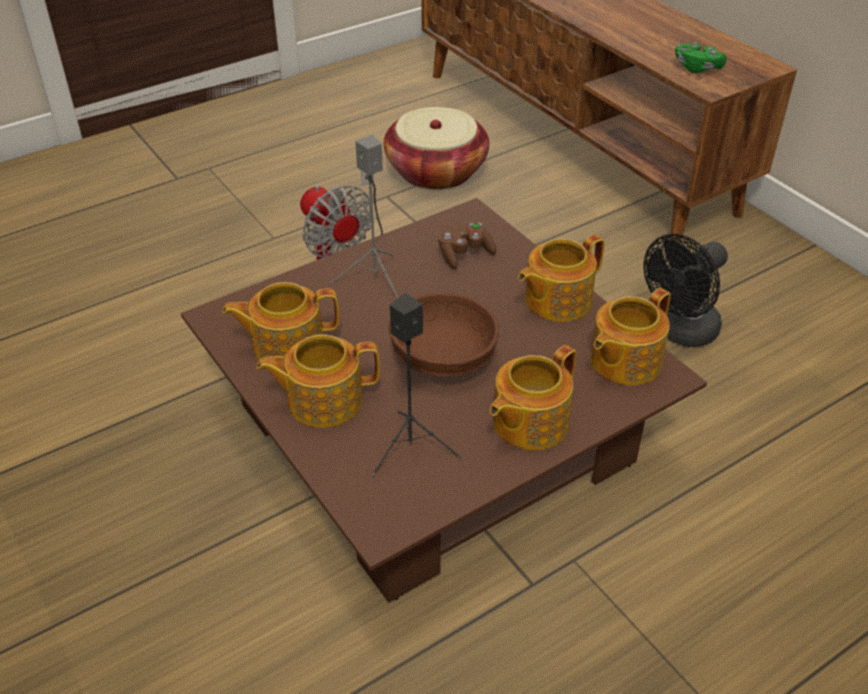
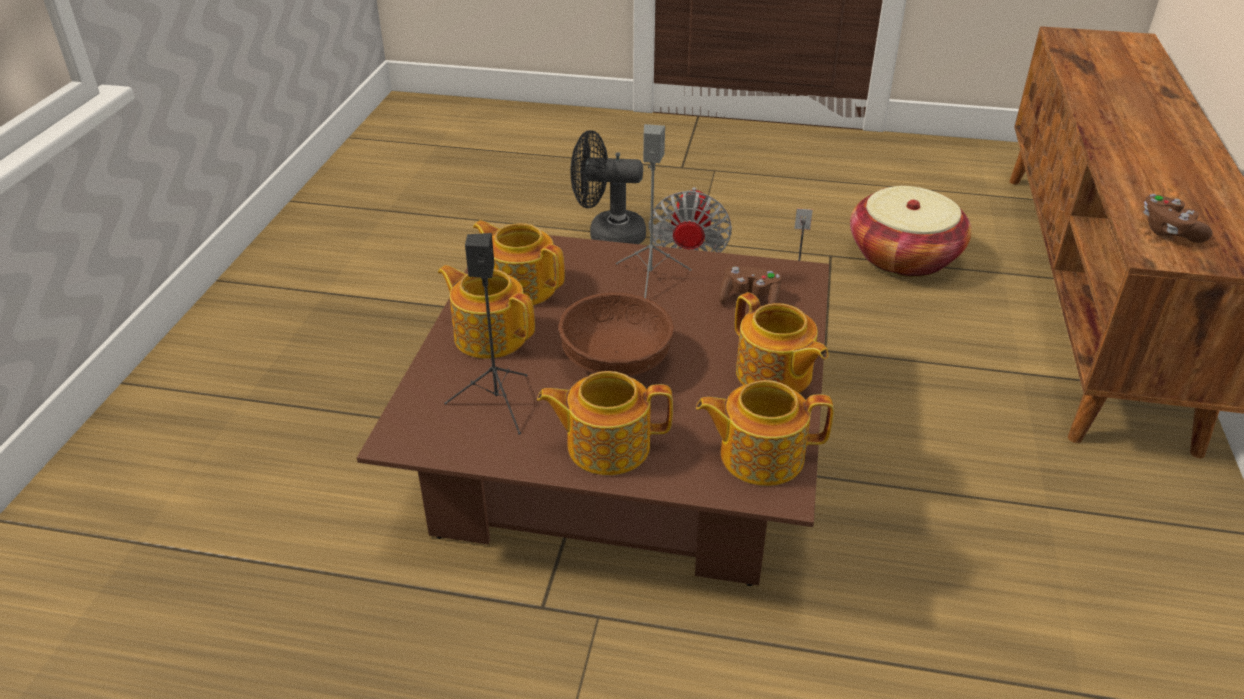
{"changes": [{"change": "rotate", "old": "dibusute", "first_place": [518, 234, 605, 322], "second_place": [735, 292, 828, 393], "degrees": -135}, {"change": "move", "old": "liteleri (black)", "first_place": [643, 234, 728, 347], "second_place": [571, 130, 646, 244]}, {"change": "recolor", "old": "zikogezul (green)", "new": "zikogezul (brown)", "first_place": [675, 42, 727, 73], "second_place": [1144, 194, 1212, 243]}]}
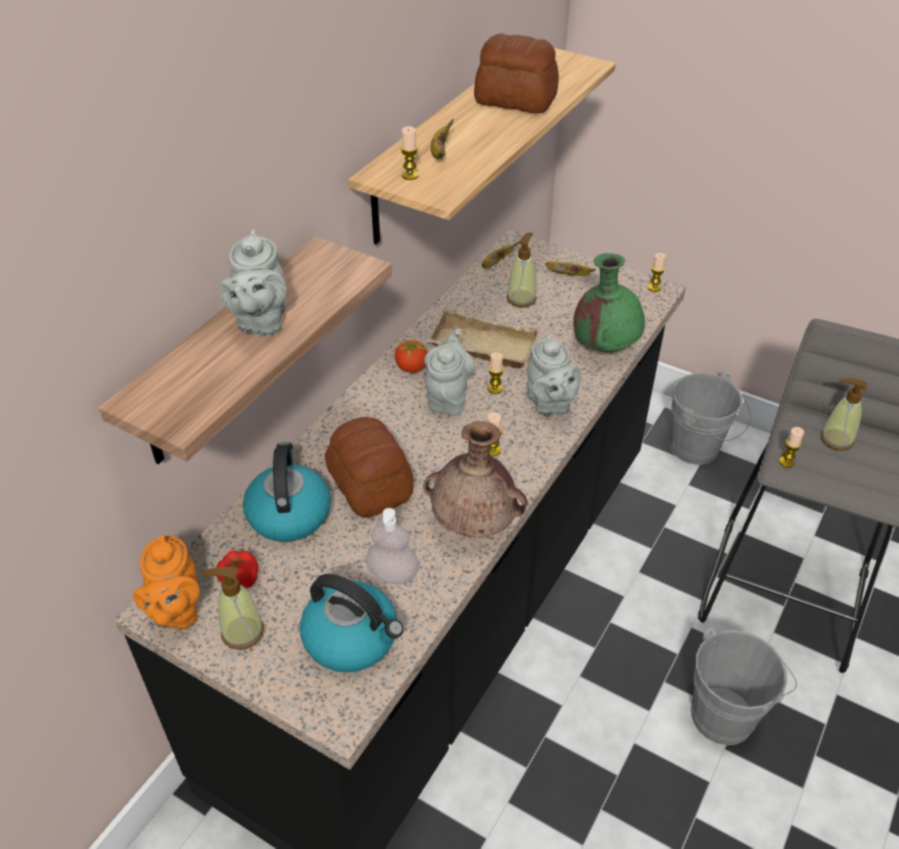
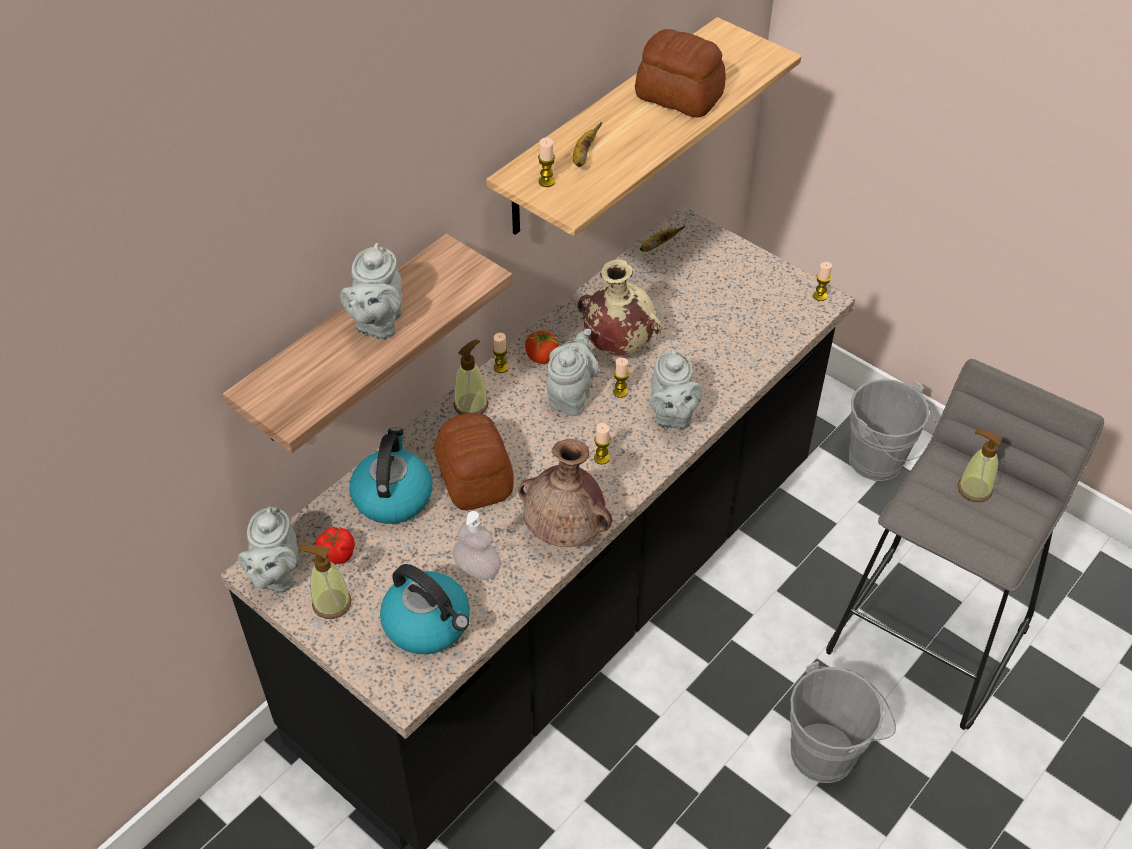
{"changes": [{"change": "recolor", "old": "dibusute (orange)", "new": "dibusute (grey)", "first_place": [133, 534, 200, 630], "second_place": [238, 506, 299, 594]}, {"change": "replace", "old": "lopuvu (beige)", "new": "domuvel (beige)", "first_place": [425, 309, 541, 368], "second_place": [578, 259, 662, 355]}, {"change": "move", "old": "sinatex", "first_place": [507, 232, 537, 307], "second_place": [454, 339, 488, 415]}, {"change": "delete", "old": "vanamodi", "first_place": [545, 261, 596, 276]}, {"change": "delete", "old": "domuvel (green)", "first_place": [574, 253, 645, 352]}, {"change": "move", "old": "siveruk", "first_place": [779, 427, 804, 468], "second_place": [492, 333, 508, 373]}]}
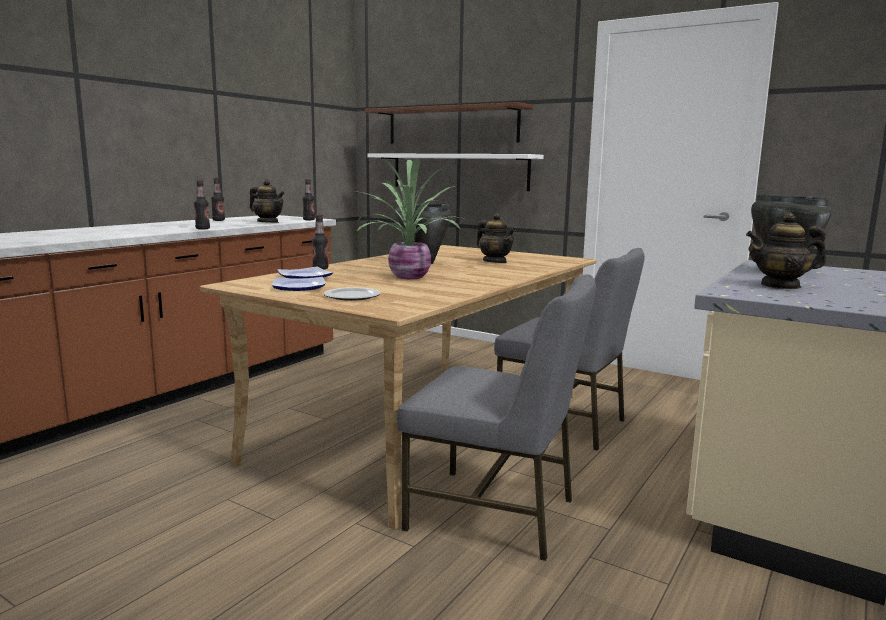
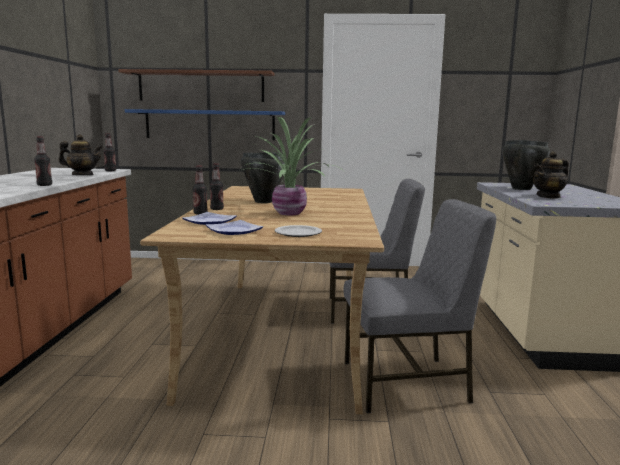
{"changes": [{"change": "move", "old": "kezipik", "first_place": [211, 178, 225, 221], "second_place": [210, 163, 224, 210]}, {"change": "recolor", "old": "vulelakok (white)", "new": "vulelakok (blue)", "first_place": [367, 153, 544, 191], "second_place": [125, 109, 285, 140]}, {"change": "delete", "old": "dibusute", "first_place": [476, 213, 516, 263]}]}
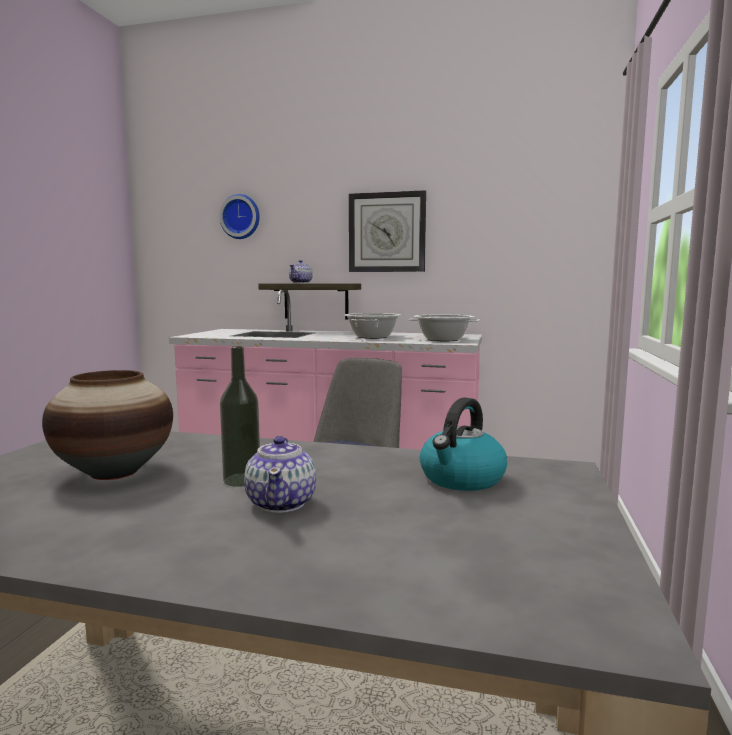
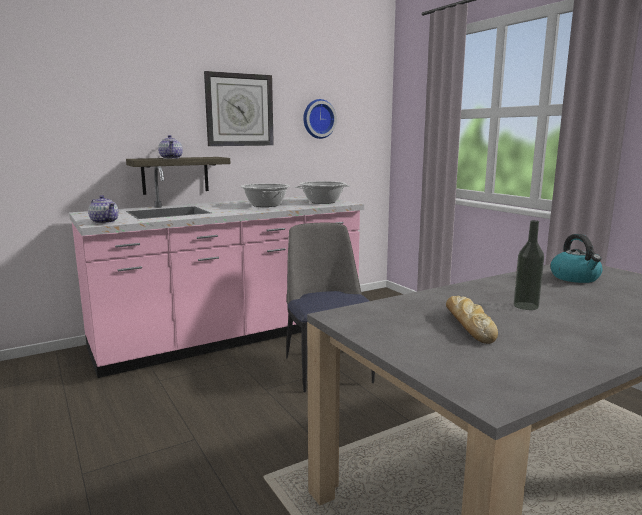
{"changes": [{"change": "replace", "old": "domuvel", "new": "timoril", "first_place": [42, 370, 173, 480], "second_place": [446, 296, 498, 344]}, {"change": "move", "old": "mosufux", "first_place": [219, 194, 260, 239], "second_place": [303, 99, 337, 139]}, {"change": "move", "old": "dibusute", "first_place": [244, 436, 316, 513], "second_place": [88, 195, 119, 224]}]}
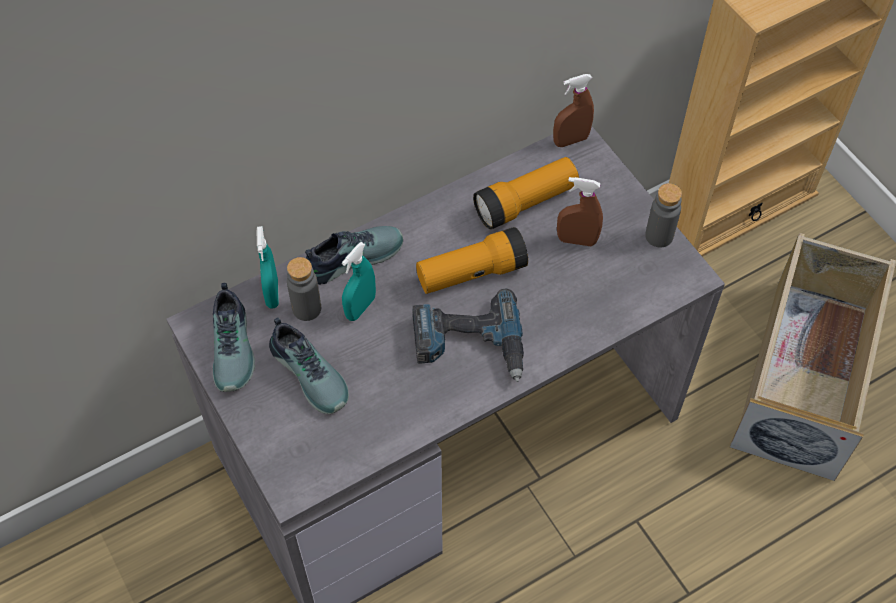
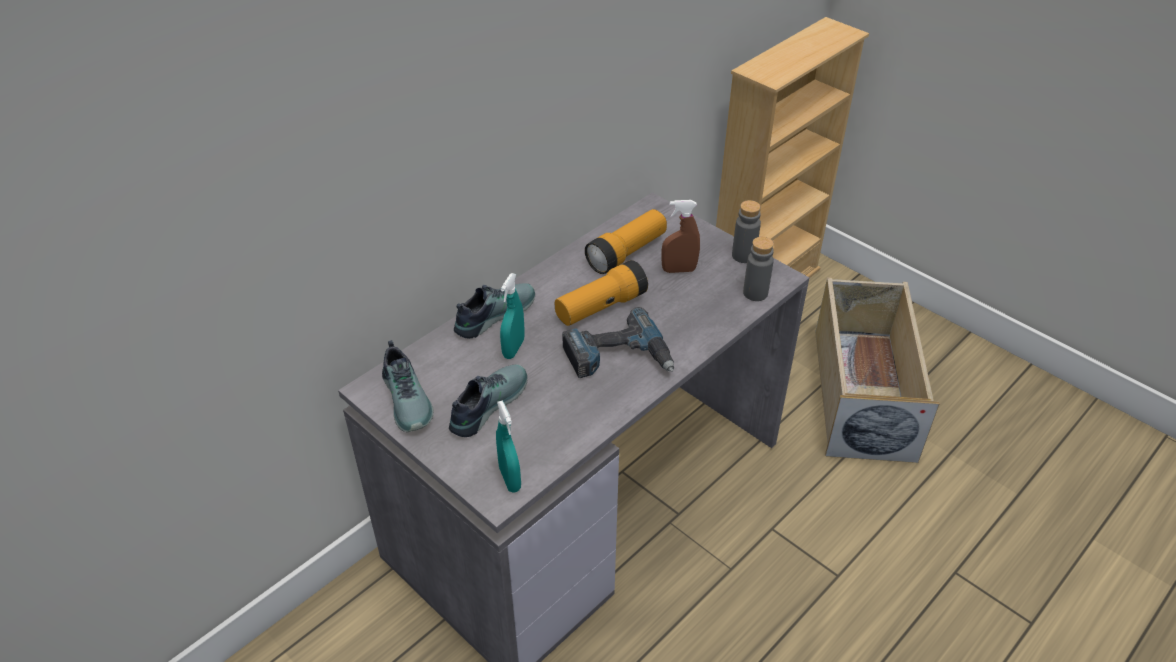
{"changes": [{"change": "move", "old": "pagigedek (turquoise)", "first_place": [257, 226, 279, 309], "second_place": [496, 400, 521, 493]}, {"change": "rotate", "old": "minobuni", "first_place": [269, 317, 349, 414], "second_place": [449, 364, 528, 437], "degrees": -90}, {"change": "move", "old": "kezipik (grey)", "first_place": [287, 257, 321, 321], "second_place": [743, 237, 774, 301]}, {"change": "delete", "old": "pagigedek (brown)", "first_place": [553, 74, 594, 147]}]}
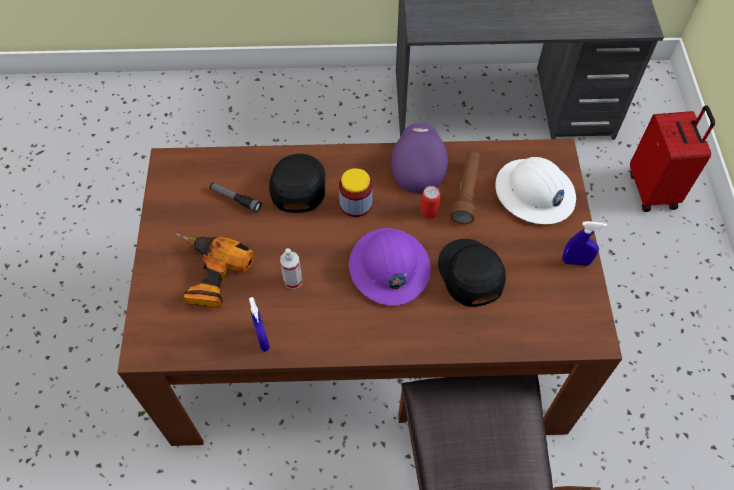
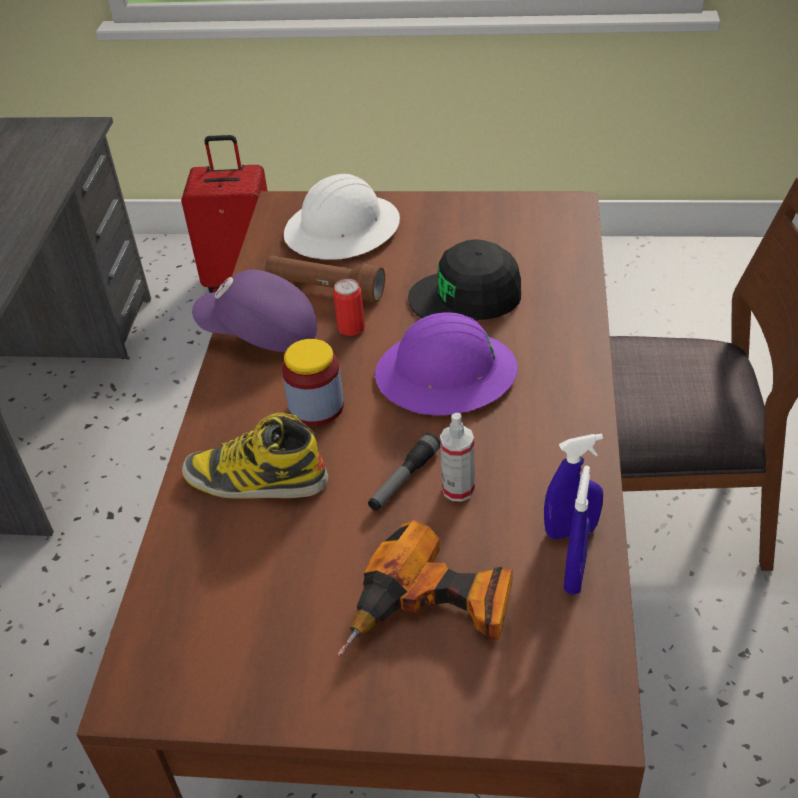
{"changes": [{"change": "move", "old": "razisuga", "first_place": [210, 182, 262, 213], "second_place": [368, 433, 440, 511]}, {"change": "replace", "old": "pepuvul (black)", "new": "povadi", "first_place": [269, 154, 325, 213], "second_place": [182, 413, 329, 499]}, {"change": "move", "old": "pagigedek (blue)", "first_place": [562, 221, 607, 266], "second_place": [564, 466, 590, 595]}]}
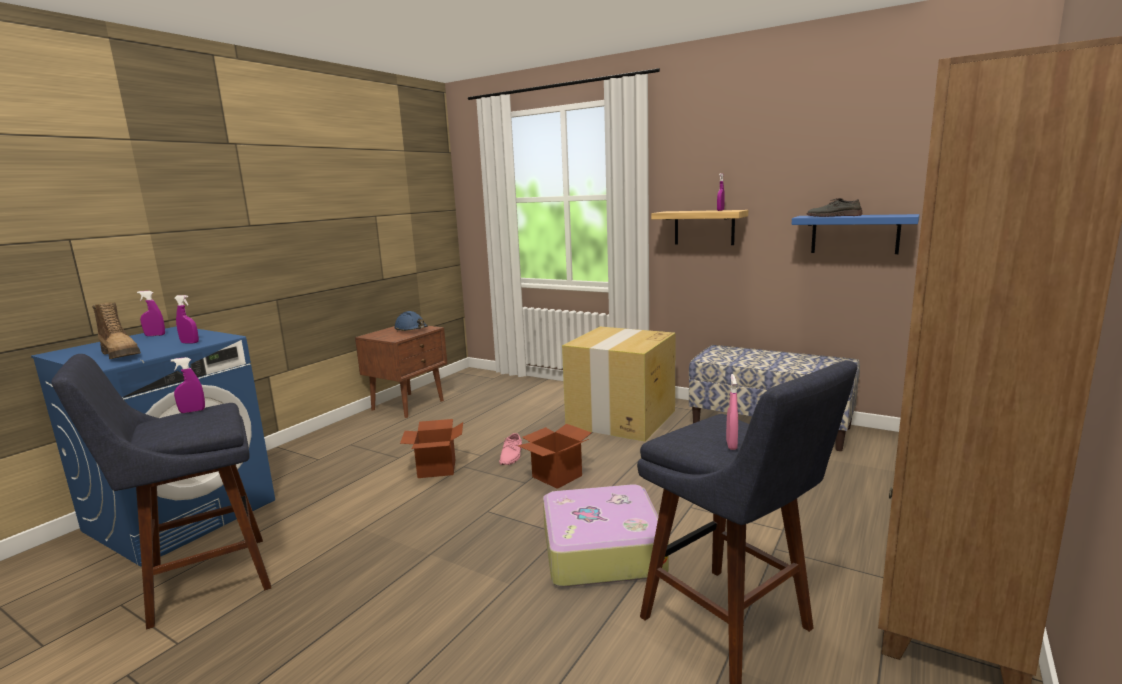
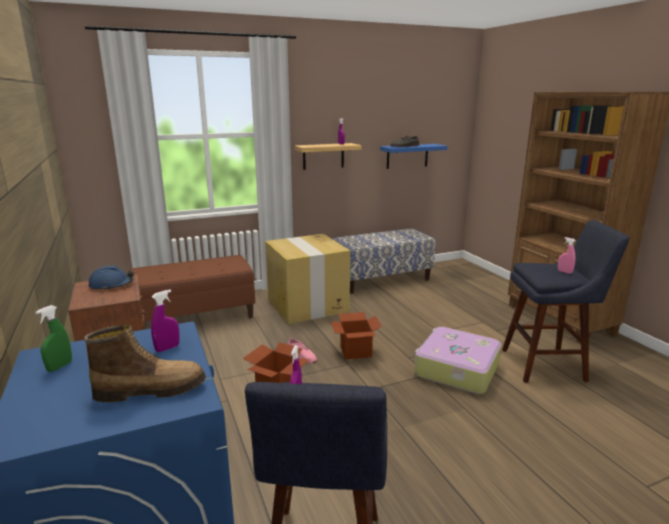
{"changes": [{"change": "recolor", "old": "pagigedek (purple)", "new": "pagigedek (green)", "first_place": [137, 291, 165, 336], "second_place": [36, 305, 72, 372]}, {"change": "insert", "new": "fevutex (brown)", "second_place": [131, 255, 255, 329]}]}
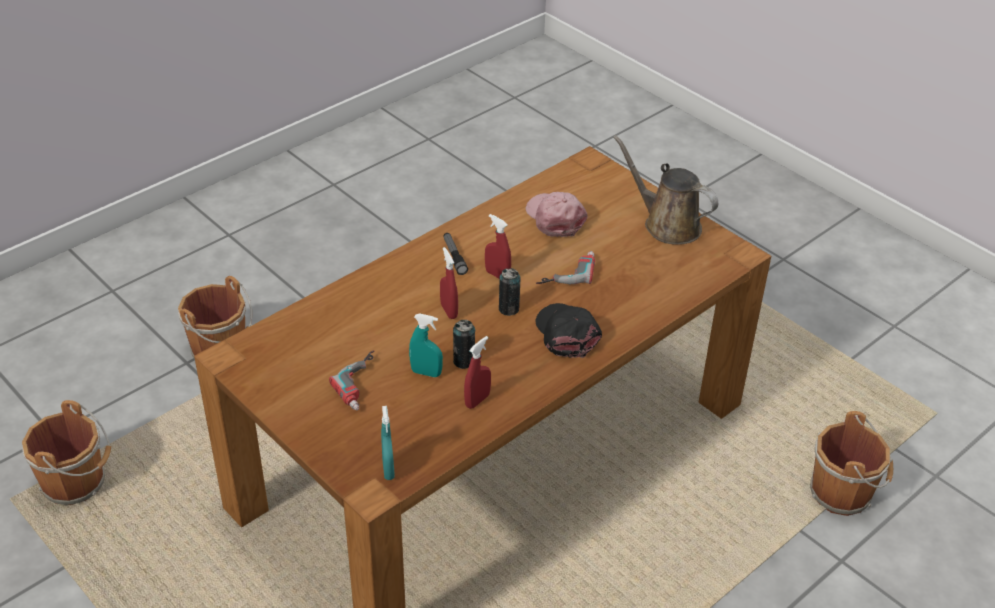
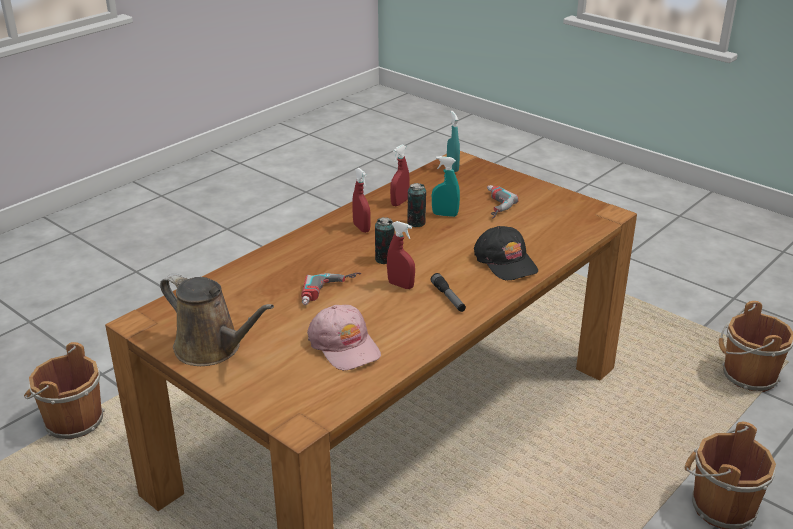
{"changes": [{"change": "move", "old": "pagigedek (red)", "first_place": [440, 247, 458, 319], "second_place": [352, 168, 371, 233]}, {"change": "move", "old": "pepuvul (black)", "first_place": [536, 303, 602, 358], "second_place": [474, 226, 538, 280]}]}
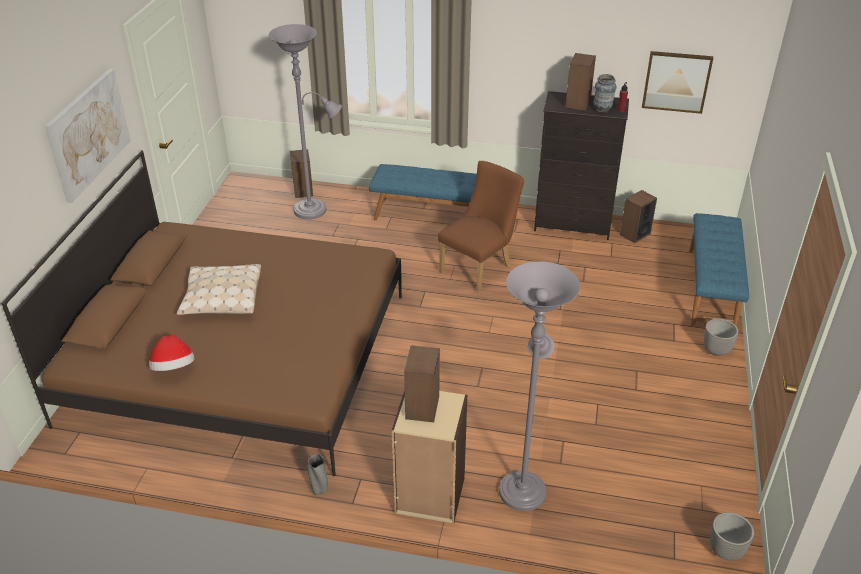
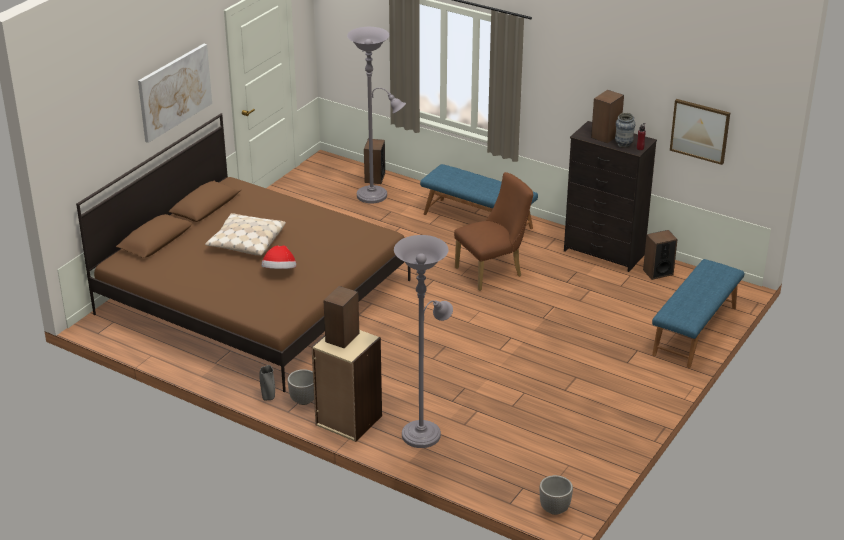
{"changes": [{"change": "move", "old": "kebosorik", "first_place": [149, 334, 195, 371], "second_place": [261, 245, 296, 269]}, {"change": "move", "old": "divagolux", "first_place": [703, 319, 738, 356], "second_place": [288, 369, 314, 405]}]}
